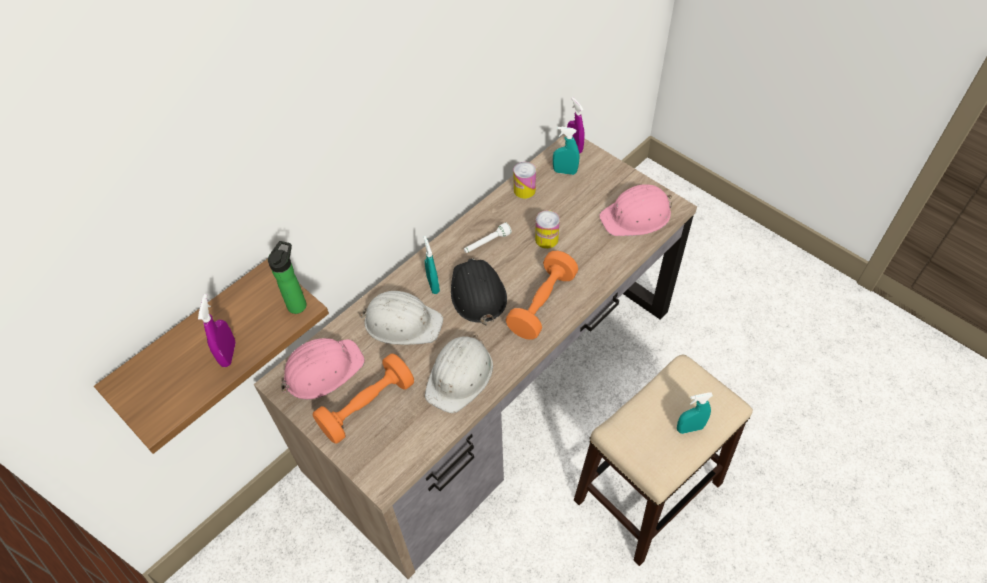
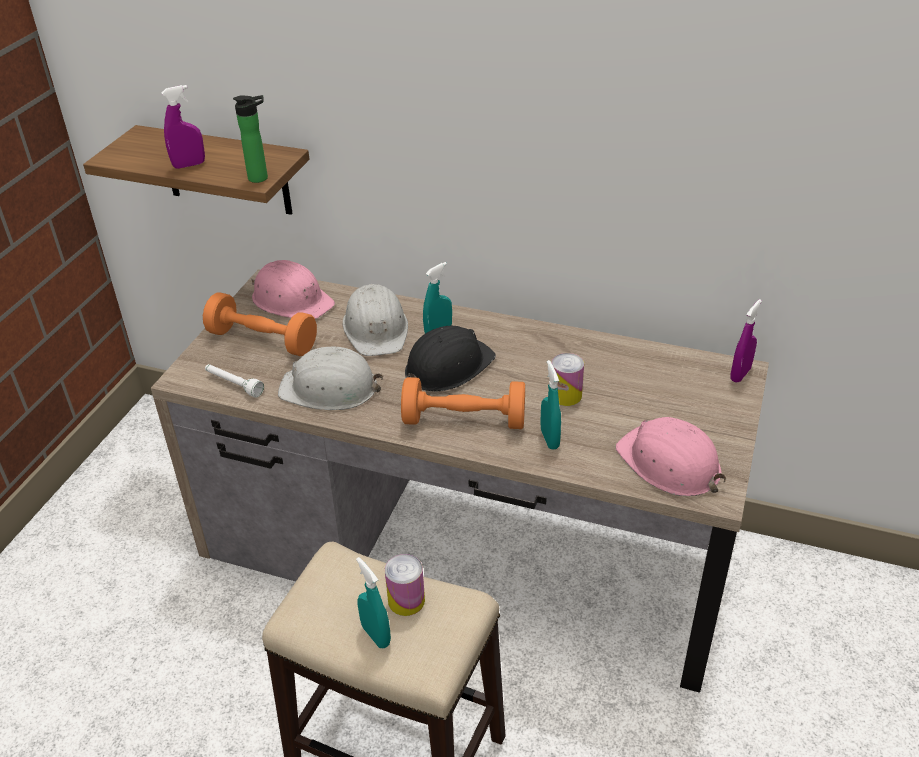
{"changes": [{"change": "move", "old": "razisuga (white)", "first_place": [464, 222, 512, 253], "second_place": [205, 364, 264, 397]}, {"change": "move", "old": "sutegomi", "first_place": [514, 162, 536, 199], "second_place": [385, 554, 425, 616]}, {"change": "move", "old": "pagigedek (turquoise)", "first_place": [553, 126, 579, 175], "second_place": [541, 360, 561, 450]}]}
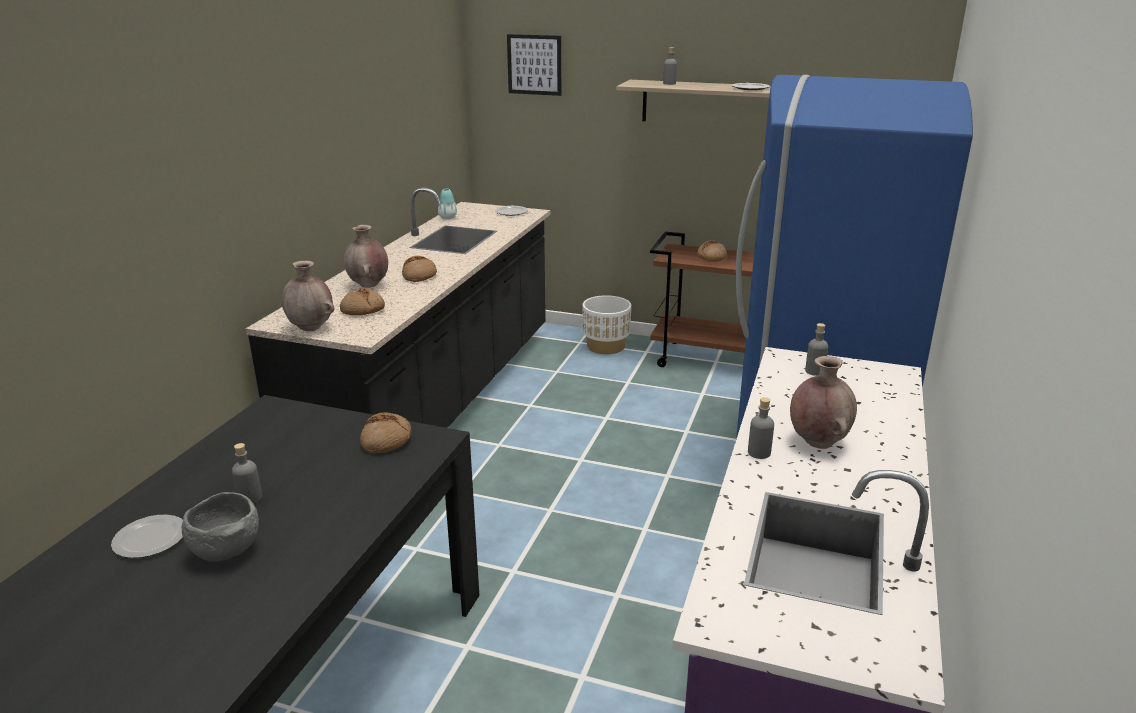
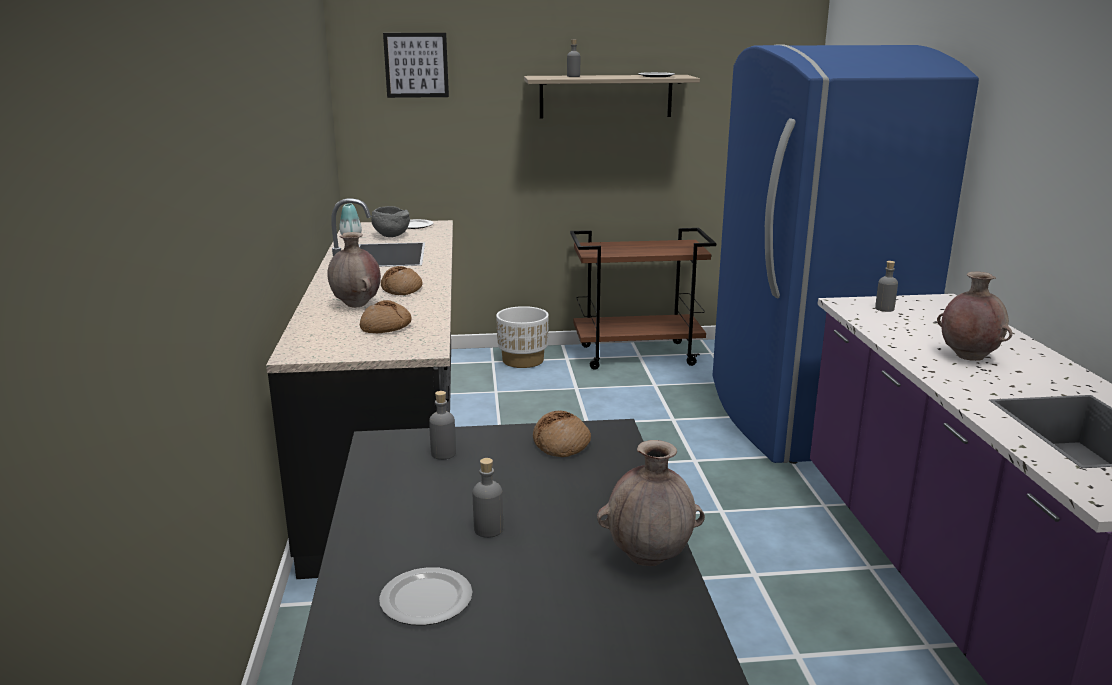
{"changes": [{"change": "move", "old": "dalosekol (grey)", "first_place": [182, 492, 259, 562], "second_place": [371, 206, 410, 237]}, {"change": "move", "old": "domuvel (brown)", "first_place": [282, 261, 334, 331], "second_place": [597, 440, 705, 566]}, {"change": "delete", "old": "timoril", "first_place": [697, 240, 727, 262]}, {"change": "move", "old": "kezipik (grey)", "first_place": [748, 397, 774, 459], "second_place": [429, 391, 456, 460]}]}
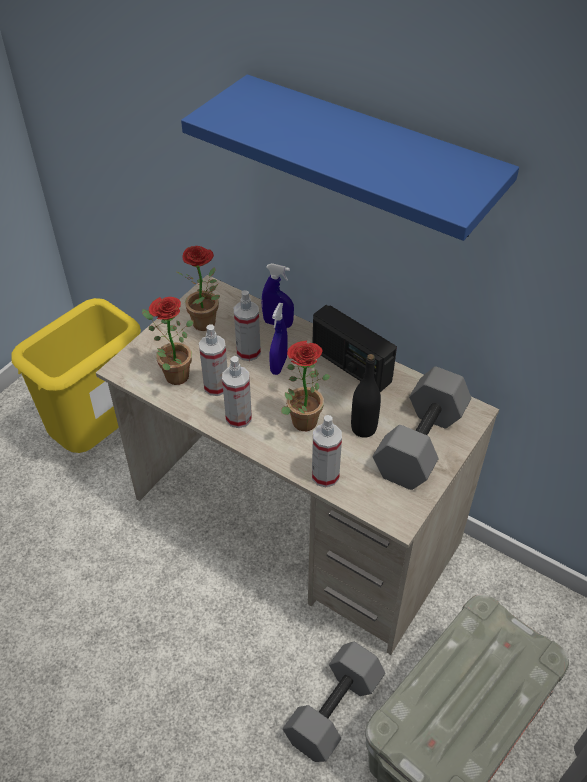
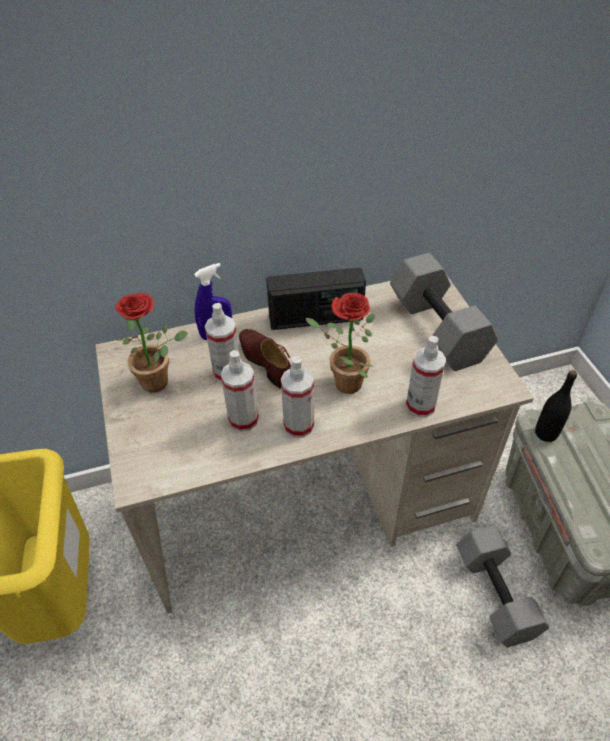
{"changes": [{"change": "delete", "old": "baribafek", "first_place": [142, 297, 194, 385]}, {"change": "delete", "old": "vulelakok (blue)", "first_place": [181, 74, 519, 241]}, {"change": "replace", "old": "pagigedek (blue)", "new": "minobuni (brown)", "first_place": [270, 303, 288, 375], "second_place": [239, 329, 291, 389]}, {"change": "move", "old": "kezipik (black)", "first_place": [351, 354, 381, 438], "second_place": [535, 370, 577, 442]}]}
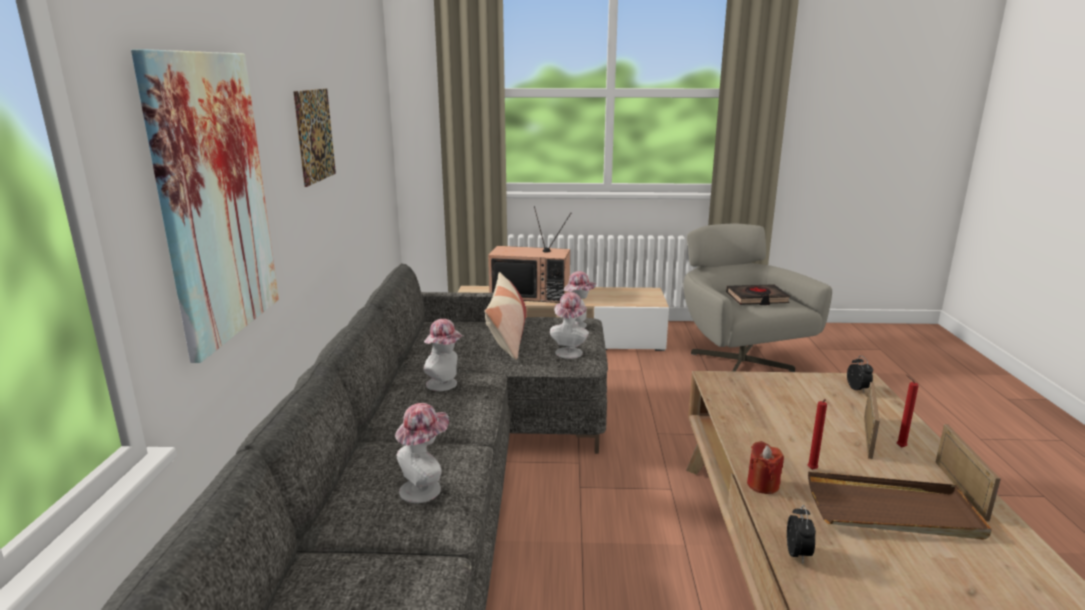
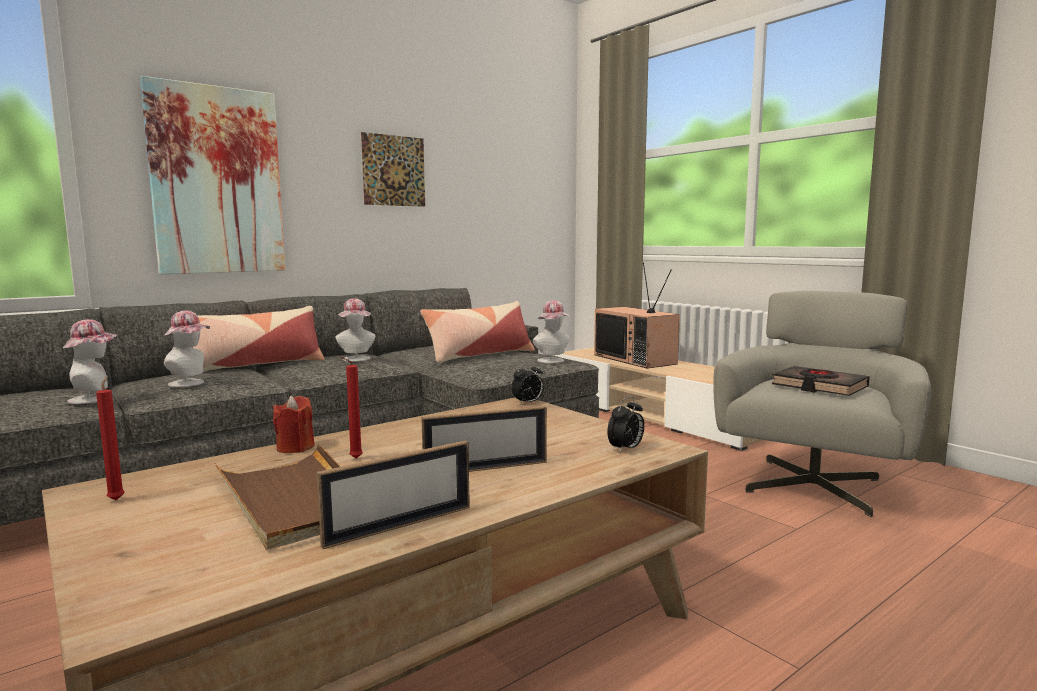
{"changes": [{"change": "move", "old": "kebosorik", "first_place": [550, 292, 589, 359], "second_place": [63, 319, 118, 404]}, {"change": "move", "old": "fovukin", "first_place": [787, 505, 816, 563], "second_place": [512, 362, 544, 405]}, {"change": "move", "old": "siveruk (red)", "first_place": [897, 375, 919, 447], "second_place": [96, 376, 125, 501]}, {"change": "insert", "new": "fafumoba", "second_place": [191, 306, 324, 372]}]}
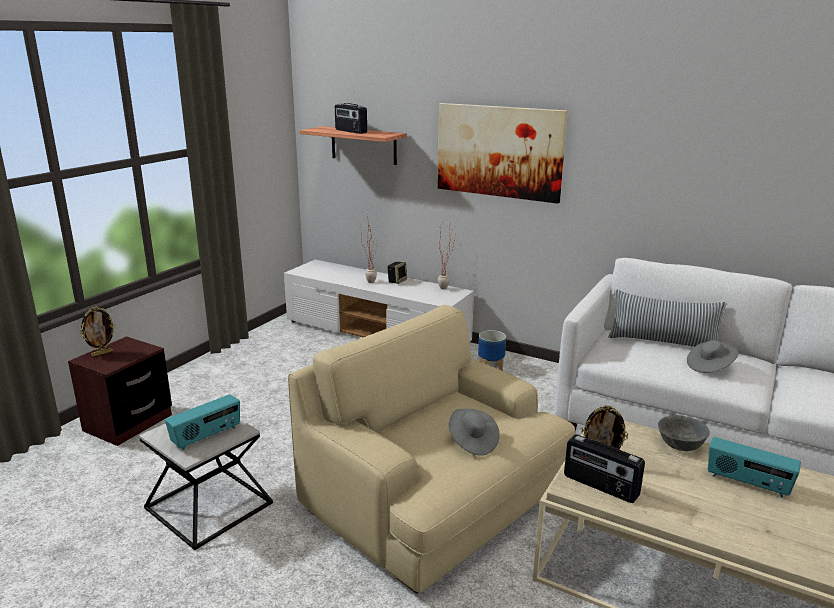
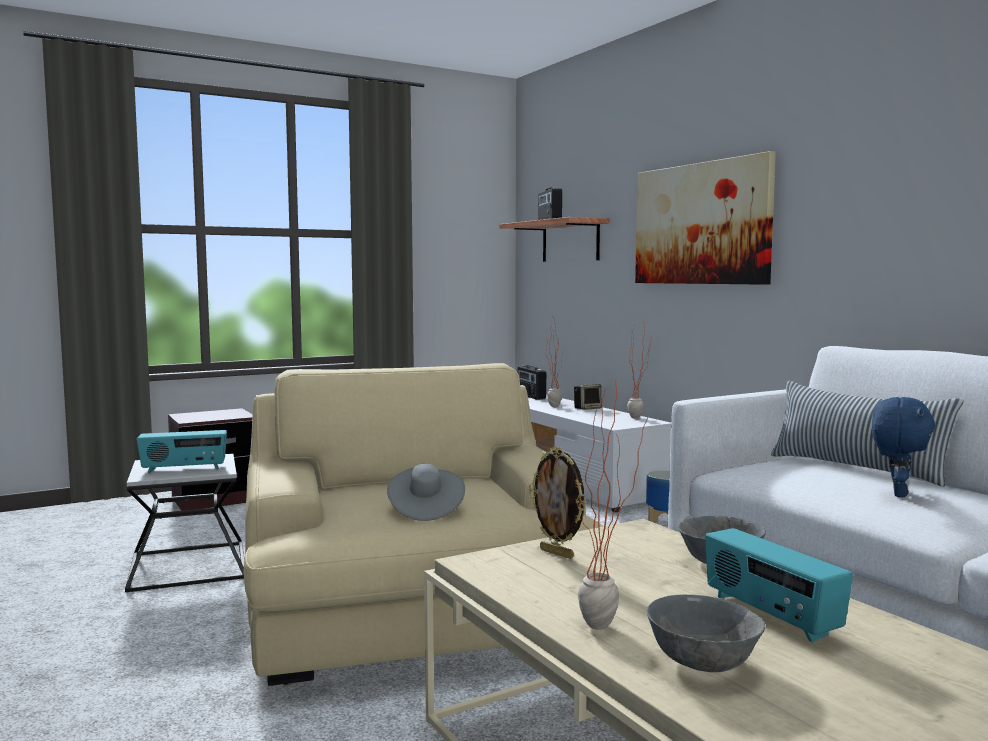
{"changes": [{"change": "delete", "old": "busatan", "first_place": [80, 307, 116, 357]}, {"change": "move", "old": "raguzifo", "first_place": [564, 434, 645, 503], "second_place": [517, 365, 546, 400]}, {"change": "replace", "old": "kebosorik (grey)", "new": "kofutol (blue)", "first_place": [687, 340, 738, 373], "second_place": [872, 397, 935, 497]}, {"change": "insert", "new": "baribafek", "second_place": [576, 382, 648, 630]}, {"change": "insert", "new": "dalosekol (grey)", "second_place": [647, 594, 766, 672]}]}
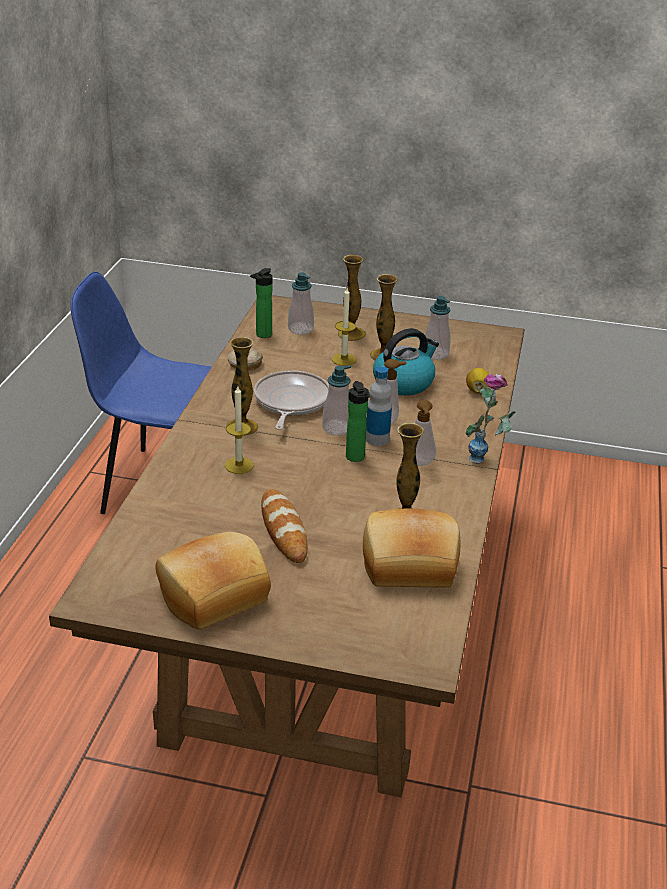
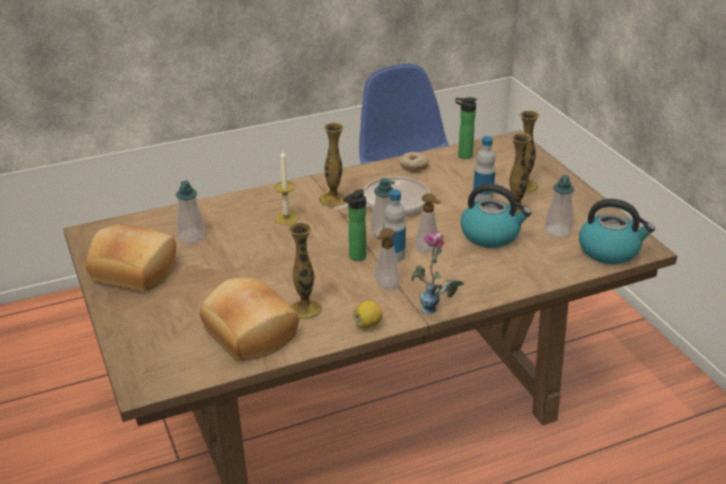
{"changes": [{"change": "delete", "old": "timoril", "first_place": [261, 489, 308, 563]}, {"change": "move", "old": "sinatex", "first_place": [288, 272, 314, 335], "second_place": [176, 181, 205, 244]}, {"change": "replace", "old": "siveruk", "new": "kezipik", "first_place": [332, 288, 356, 366], "second_place": [473, 136, 496, 202]}, {"change": "move", "old": "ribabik", "first_place": [466, 368, 490, 394], "second_place": [353, 301, 383, 329]}, {"change": "insert", "new": "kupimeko", "second_place": [579, 199, 655, 264]}]}
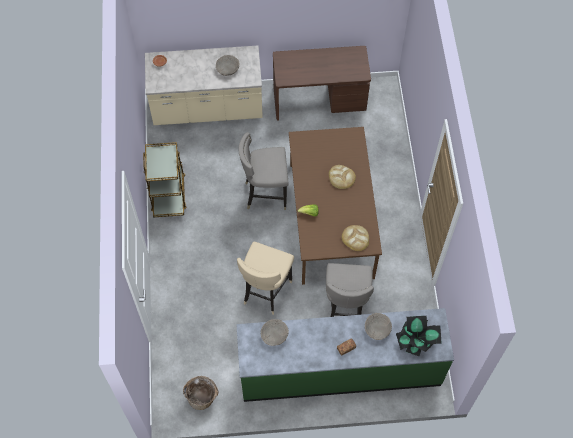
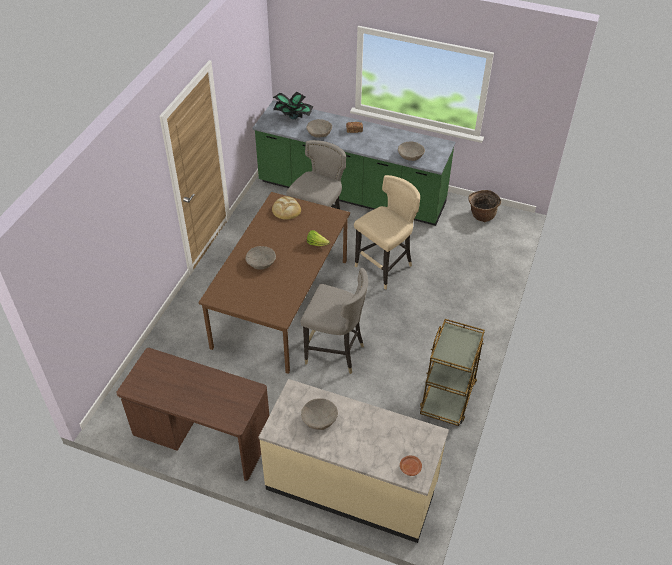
{"changes": [{"change": "replace", "old": "timoril", "new": "dalosekol (beige)", "first_place": [329, 165, 356, 189], "second_place": [245, 246, 276, 270]}]}
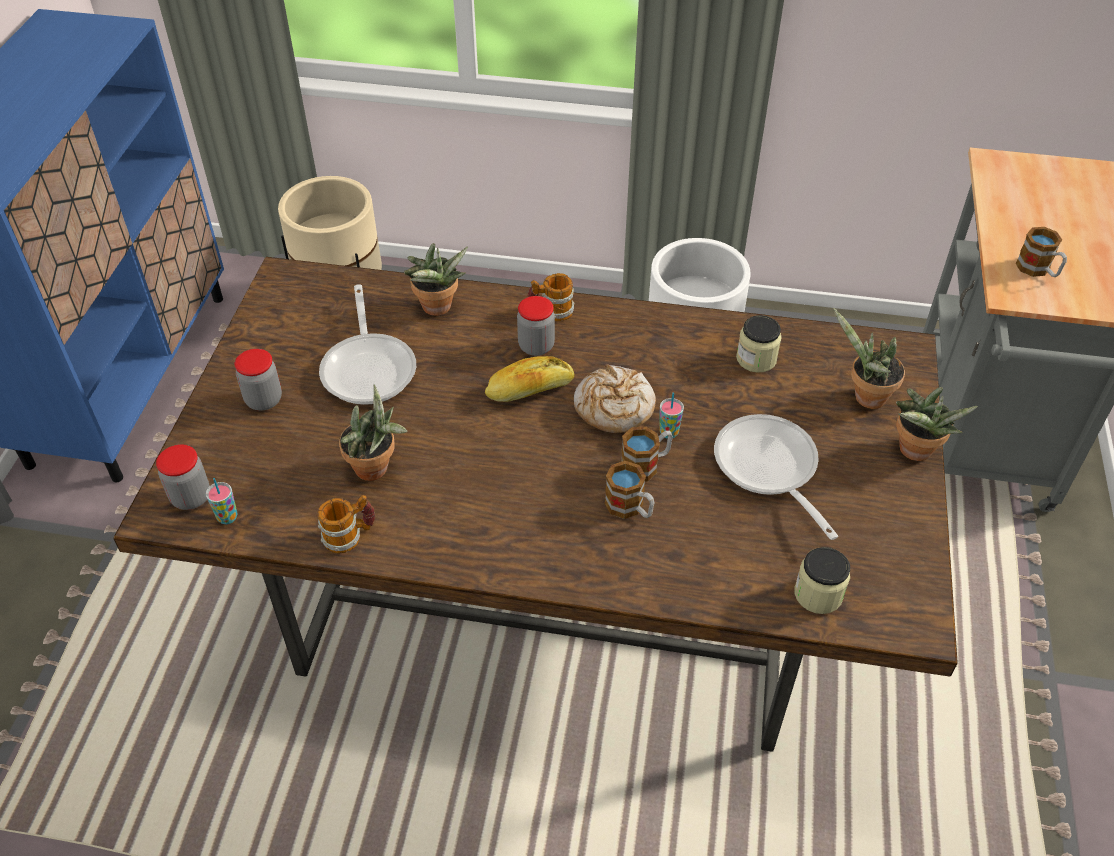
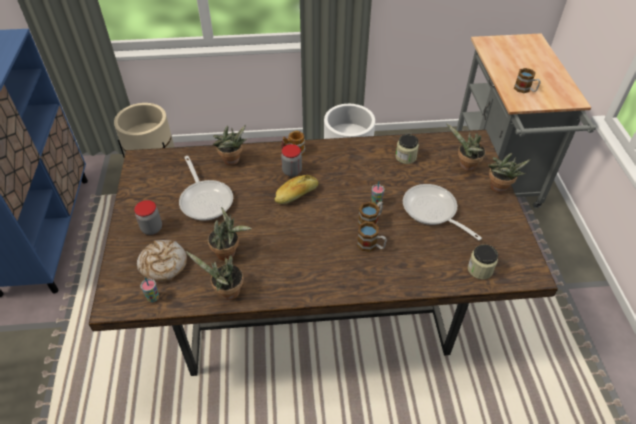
{"changes": [{"change": "delete", "old": "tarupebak", "first_place": [156, 444, 210, 510]}, {"change": "replace", "old": "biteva", "new": "baribafek", "first_place": [317, 495, 375, 553], "second_place": [185, 251, 244, 300]}, {"change": "move", "old": "timoril", "first_place": [574, 364, 656, 433], "second_place": [137, 240, 187, 282]}]}
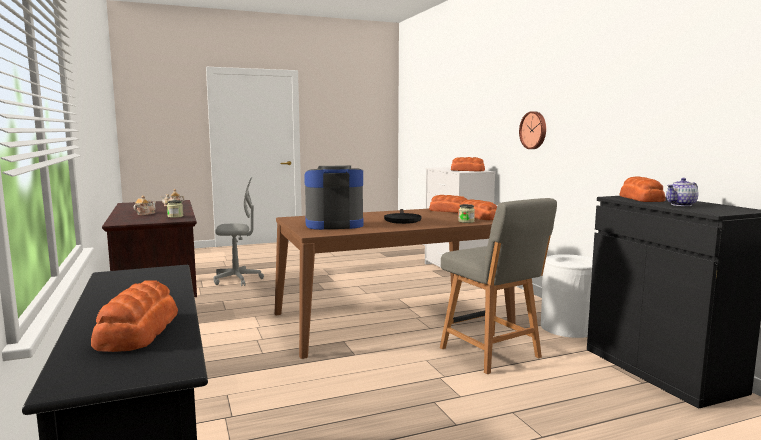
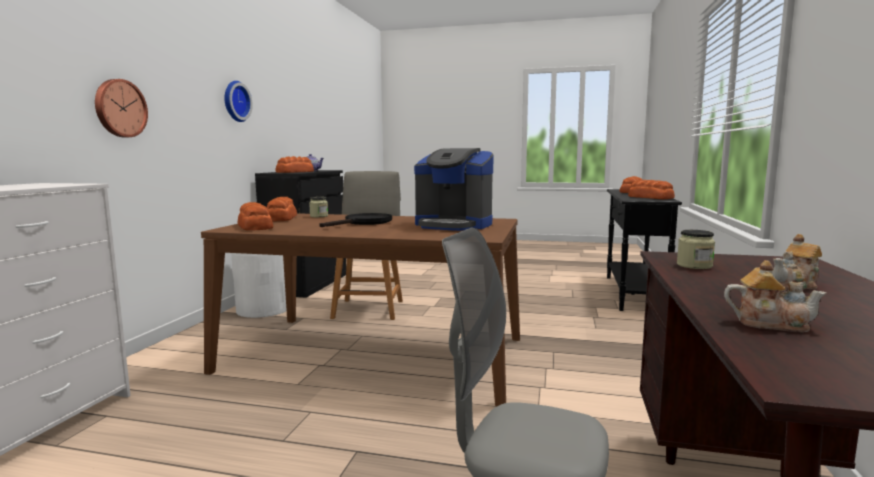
{"changes": [{"change": "move", "old": "timoril", "first_place": [451, 157, 485, 171], "second_place": [628, 180, 675, 199]}, {"change": "insert", "new": "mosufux", "second_place": [224, 81, 253, 122]}]}
